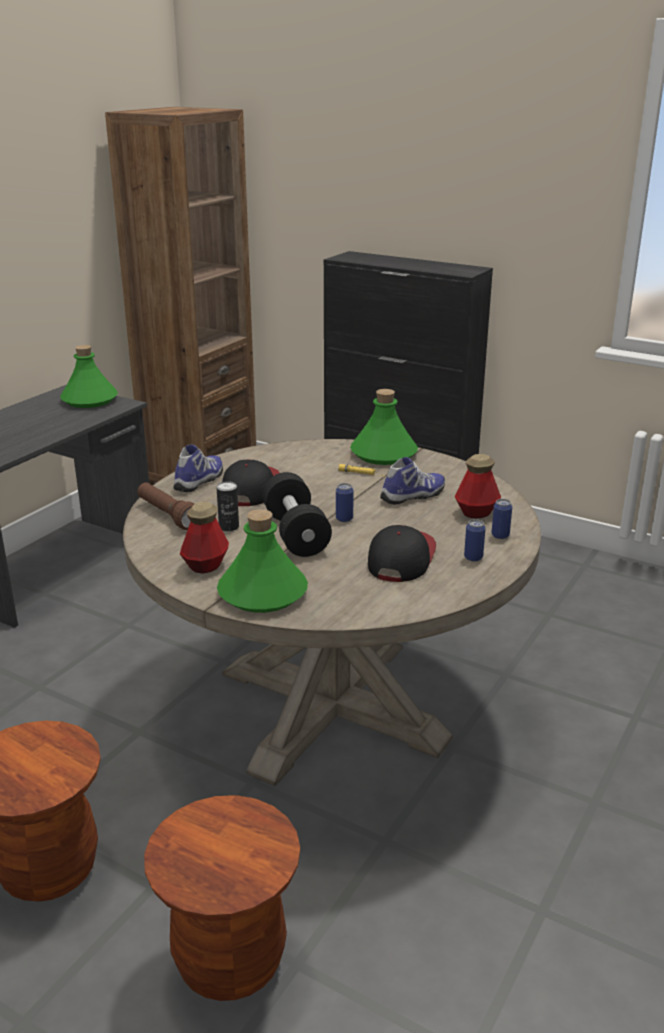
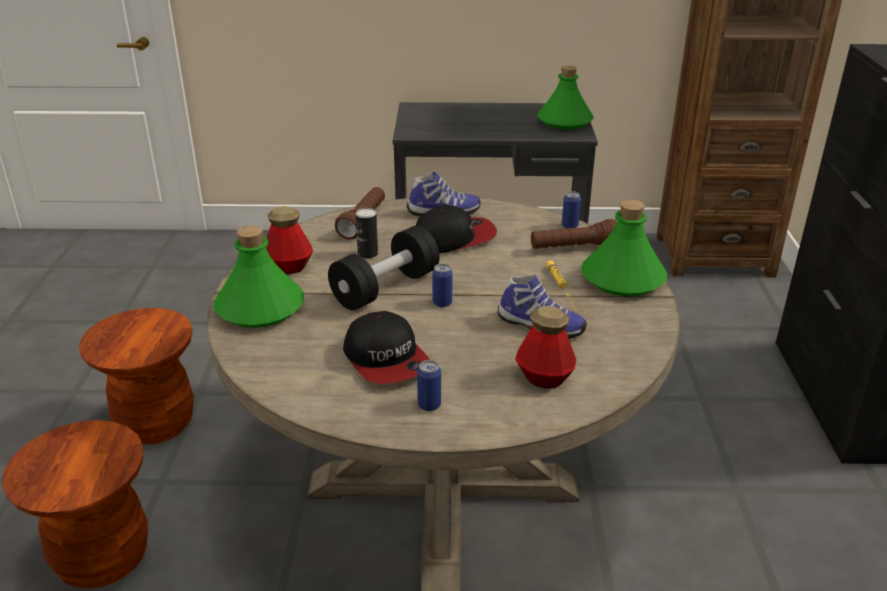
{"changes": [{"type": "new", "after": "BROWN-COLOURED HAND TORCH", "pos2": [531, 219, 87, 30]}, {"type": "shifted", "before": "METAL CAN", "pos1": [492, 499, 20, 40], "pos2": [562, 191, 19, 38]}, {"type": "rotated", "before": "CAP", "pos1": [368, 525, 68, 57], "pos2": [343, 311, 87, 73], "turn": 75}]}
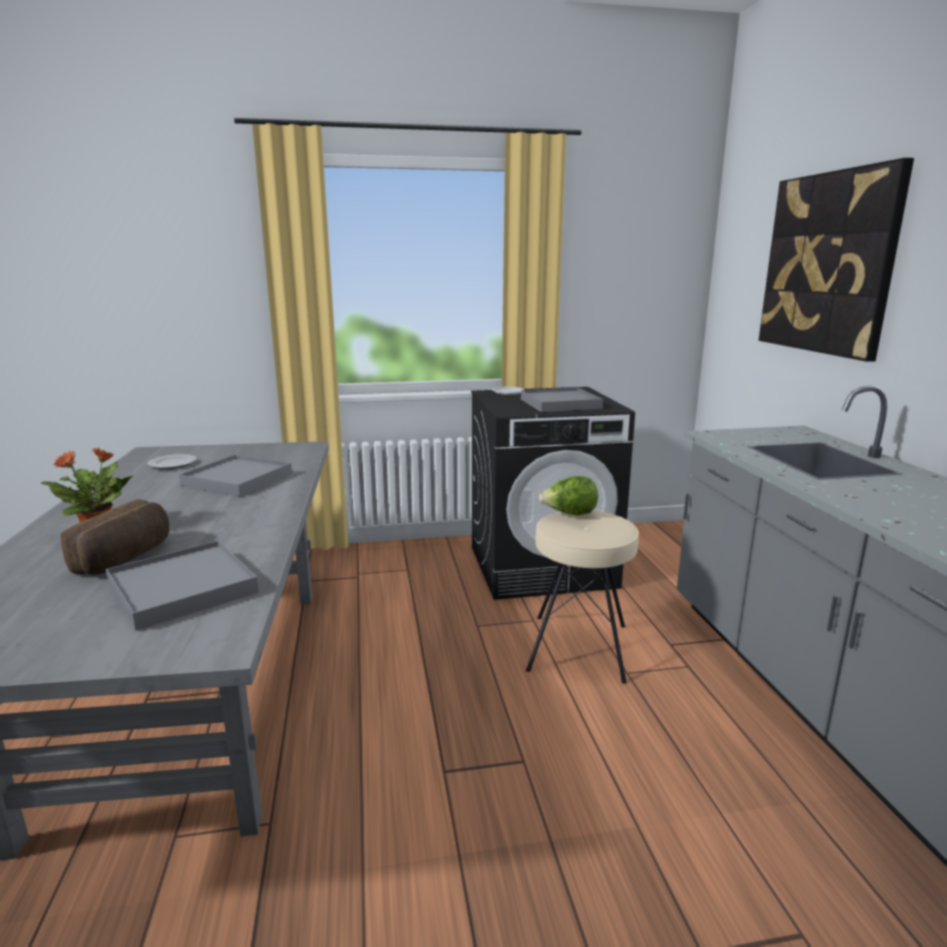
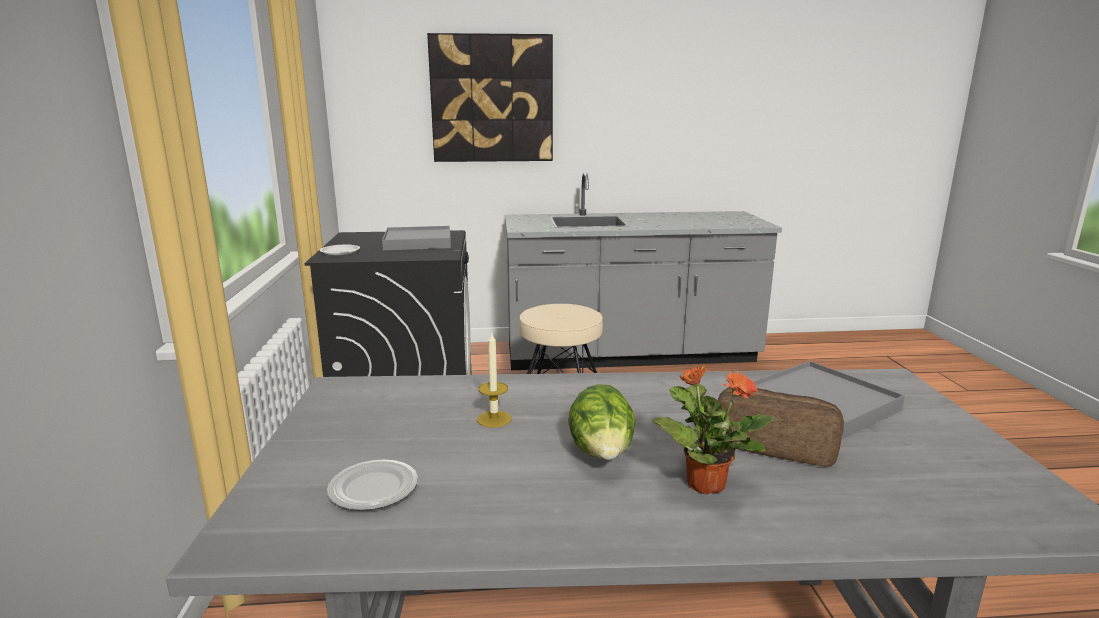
{"changes": [{"type": "shifted", "before": "LETTUCE HEAD", "pos1": [539, 476, 59, 39], "pos2": [569, 384, 67, 76]}, {"type": "swapped", "before": "GREYISH TRAY", "after": "CANDLE", "pos1": [179, 455, 113, 42], "pos2": [477, 333, 34, 95]}]}
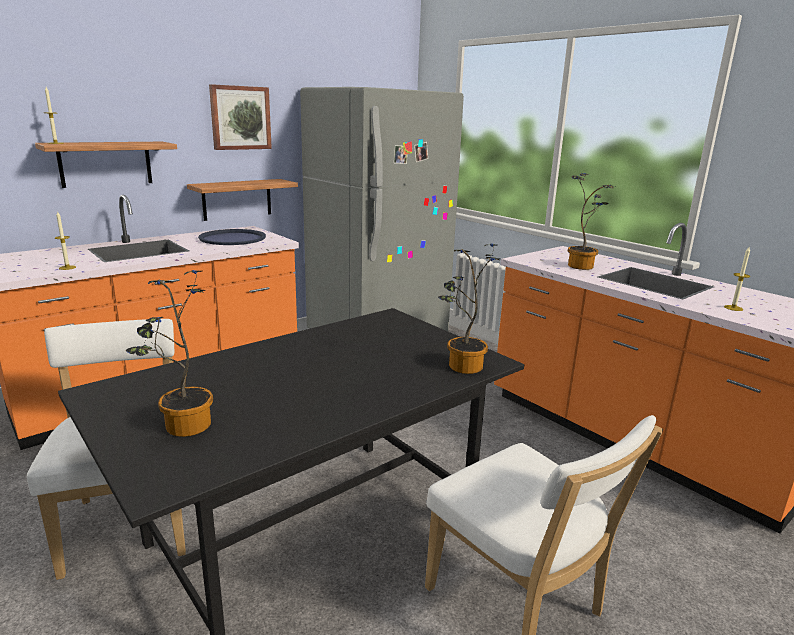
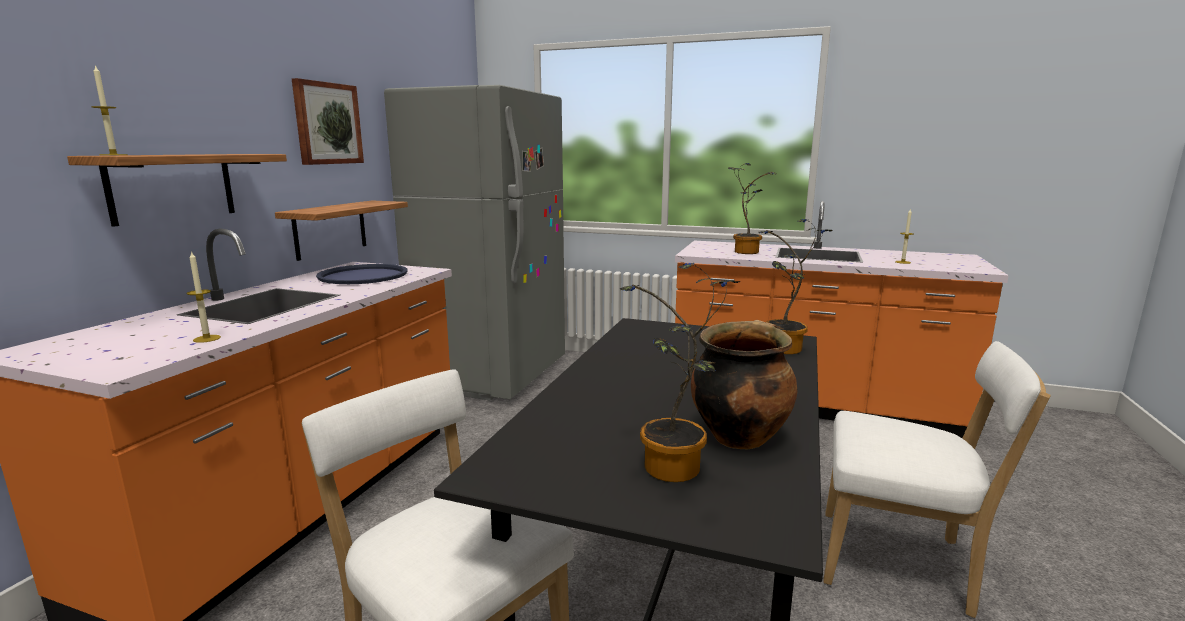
{"changes": [{"type": "new", "after": "STOCKPOT", "pos2": [691, 320, 106, 129]}]}
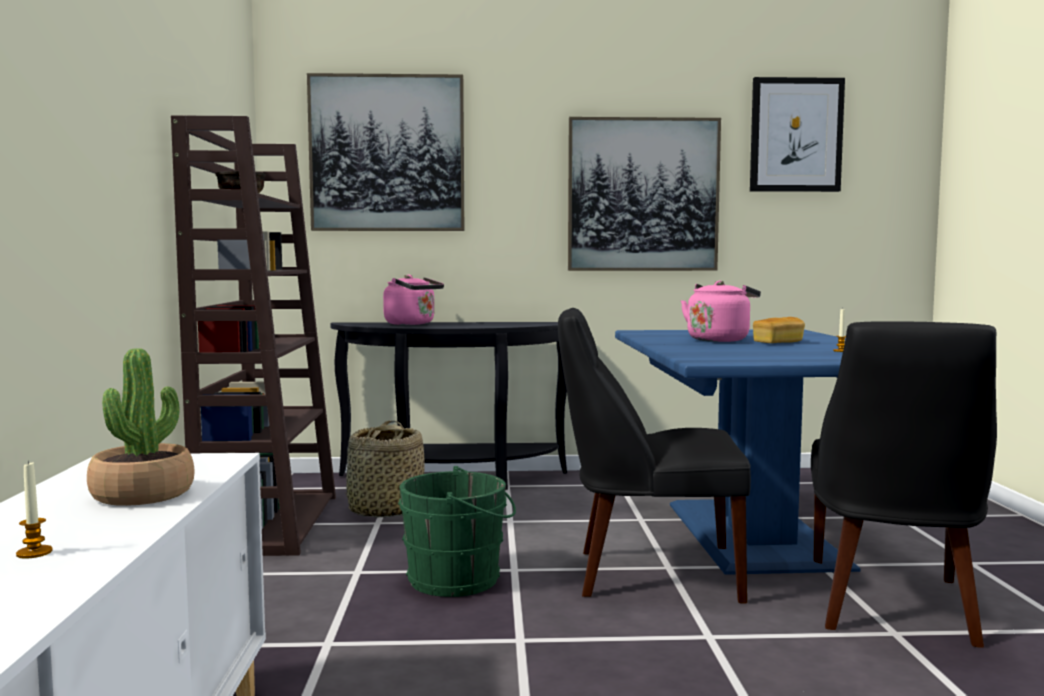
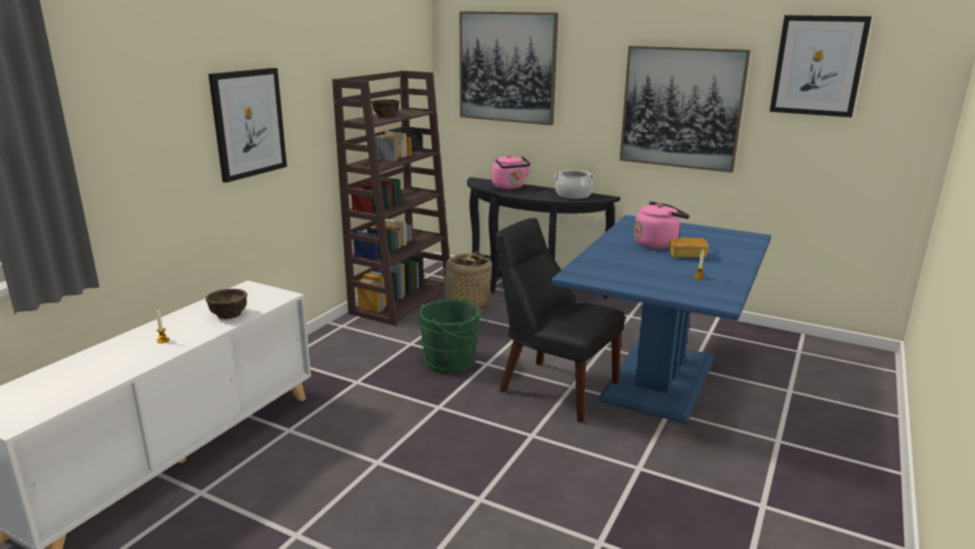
{"changes": [{"type": "gone", "before": "BLACK-COLOURED CHAIR", "pos1": [811, 321, 186, 327]}, {"type": "new", "after": "WALL ART", "pos2": [208, 68, 79, 115]}, {"type": "new", "after": "STOCKPOT", "pos2": [554, 170, 42, 29]}, {"type": "swapped", "before": "PLANT IN A POT", "after": "BROWN-COLOURED SERVING BOWL", "pos1": [87, 348, 108, 158], "pos2": [206, 289, 41, 30]}]}
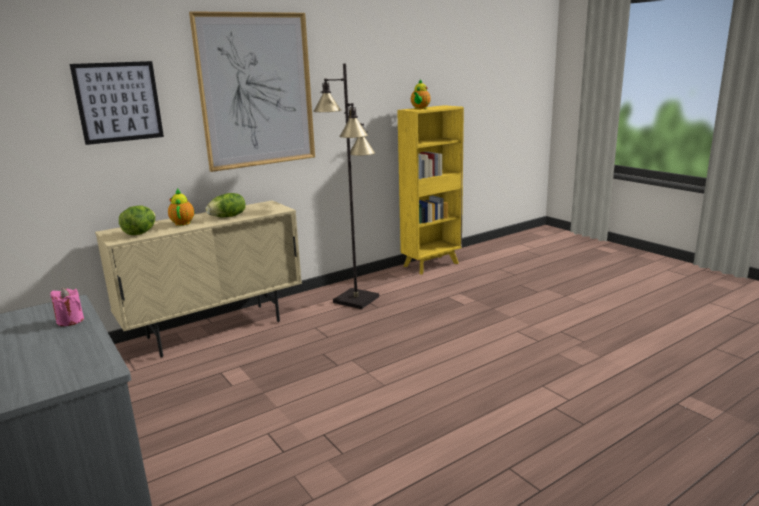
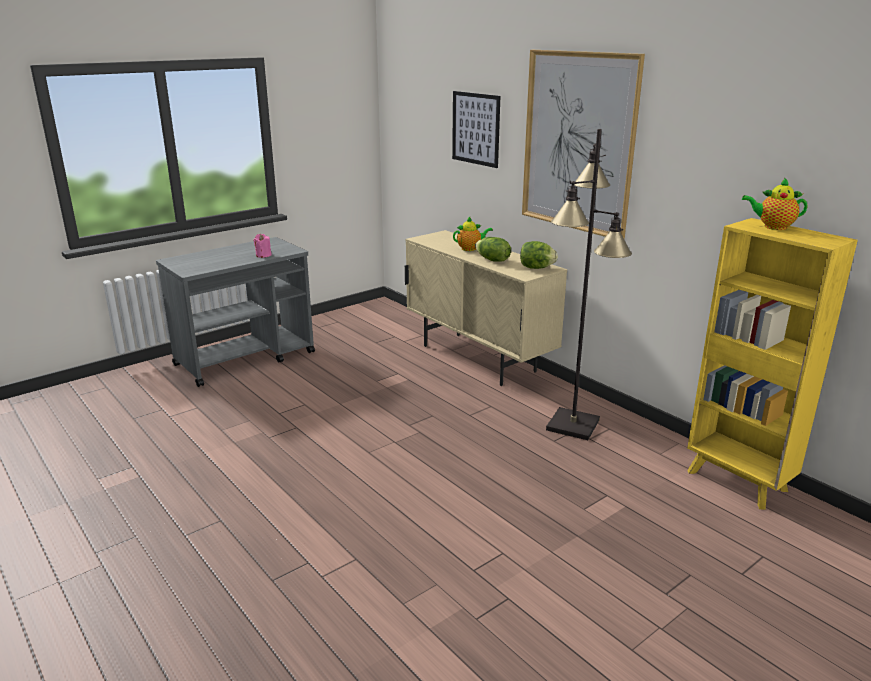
{"changes": [{"type": "shifted", "before": "LETTUCE HEAD", "pos1": [119, 205, 37, 30], "pos2": [520, 241, 38, 28]}]}
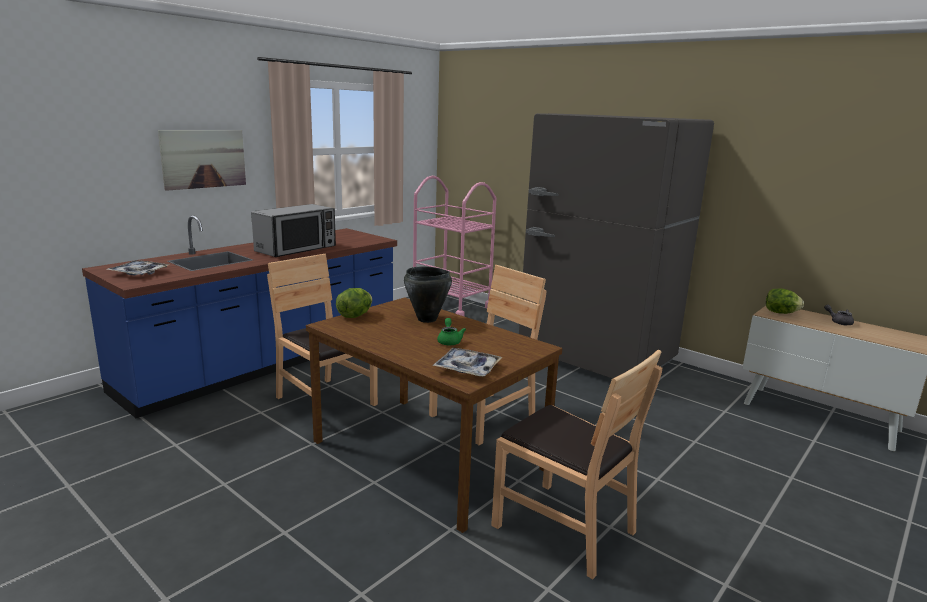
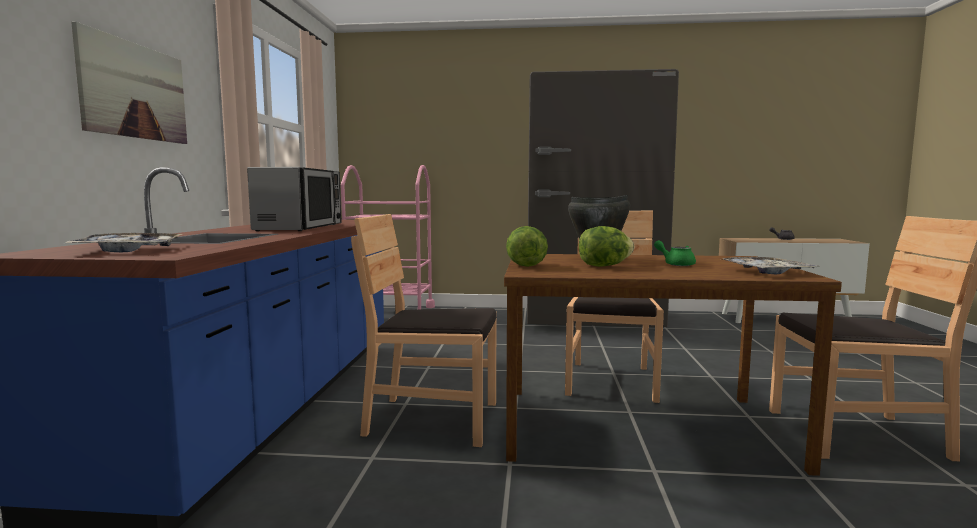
{"changes": [{"type": "shifted", "before": "LETTUCE HEAD", "pos1": [766, 289, 38, 25], "pos2": [579, 226, 55, 41]}]}
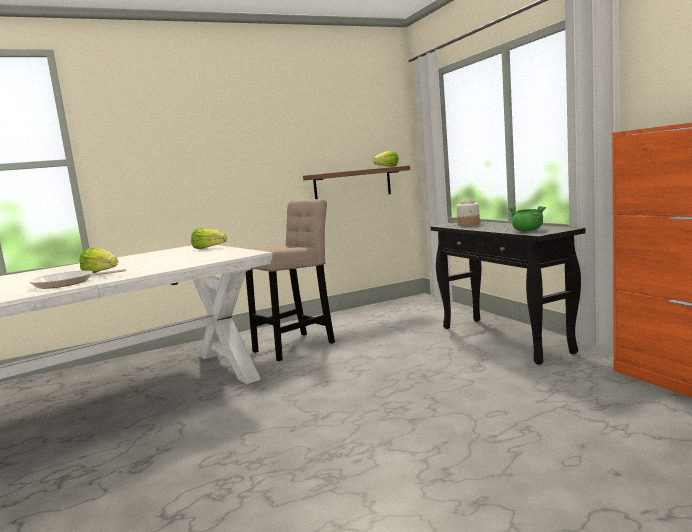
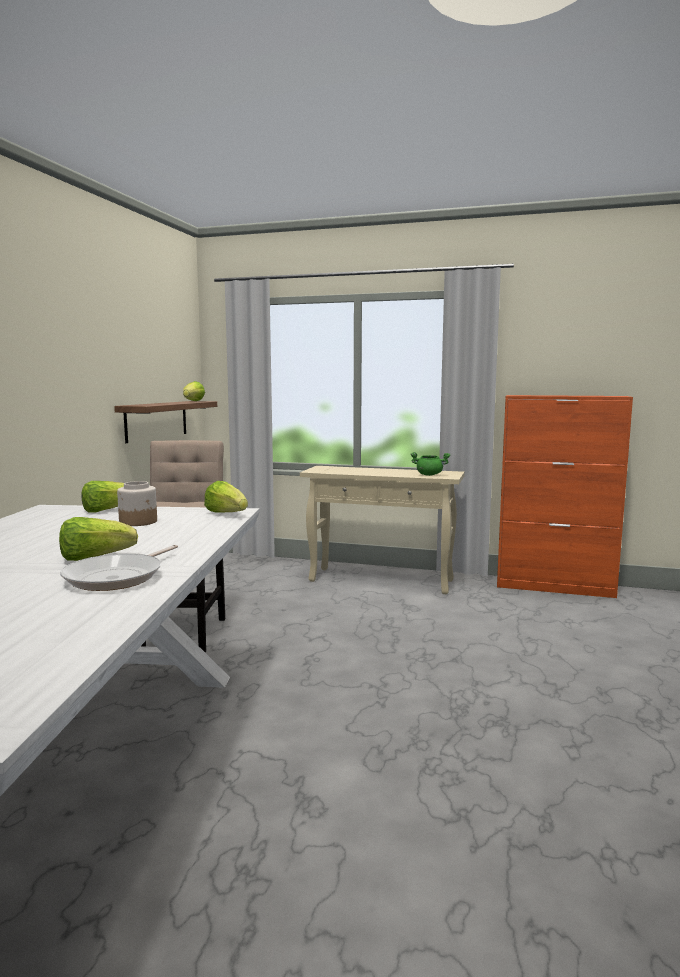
{"changes": [{"type": "new", "after": "LETTUCE HEAD", "pos2": [204, 481, 44, 32]}, {"type": "shifted", "before": "JAR", "pos1": [457, 200, 23, 26], "pos2": [117, 481, 40, 45]}, {"type": "repainted", "before": "BLACK-COLOURED NARROW TABLE", "after": "BEIGE NARROW TABLE", "pos1": [431, 221, 155, 144], "pos2": [300, 466, 165, 128]}]}
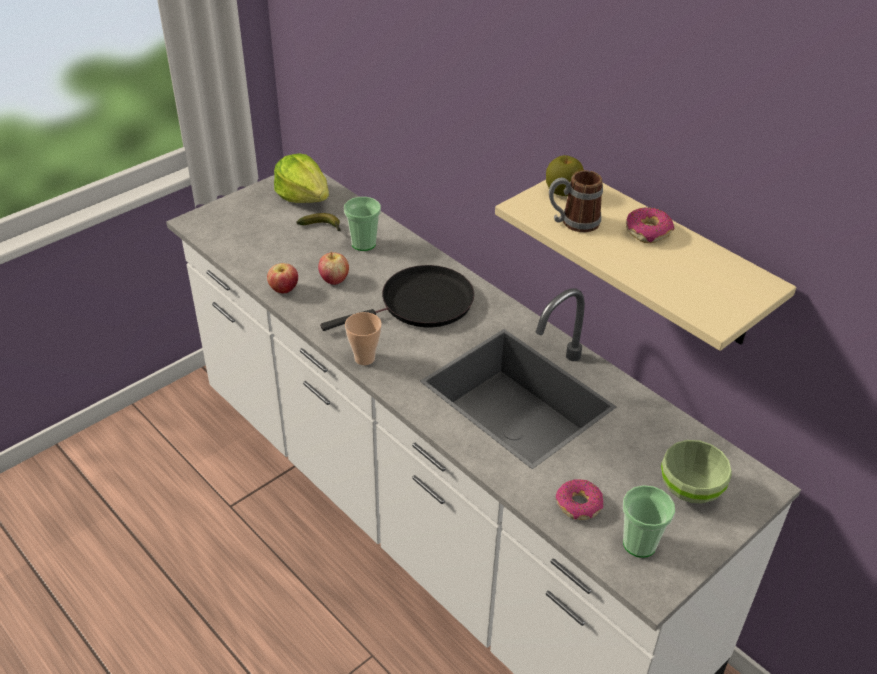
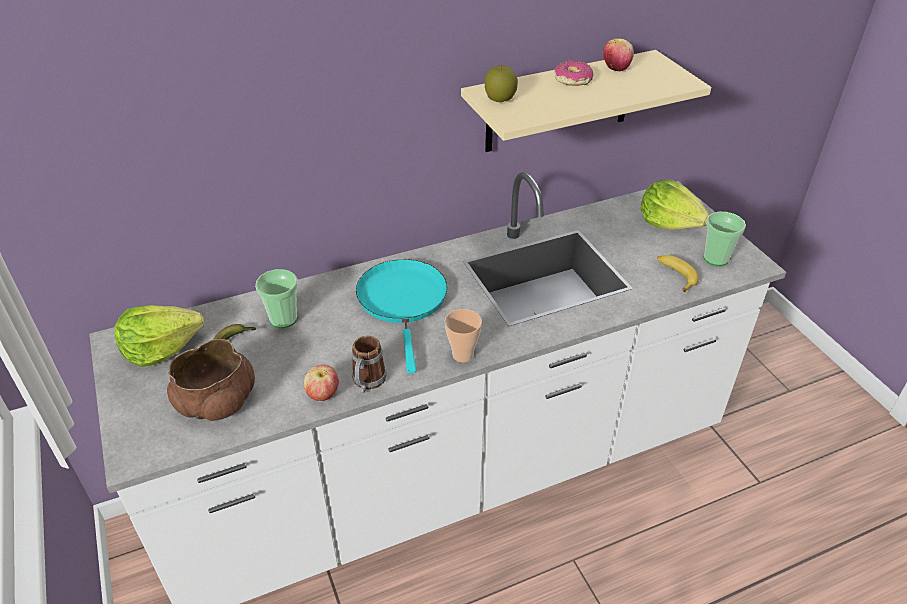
{"changes": [{"type": "new", "after": "BROWN-COLOURED SERVING BOWL", "pos2": [167, 339, 88, 82]}, {"type": "shifted", "before": "APPLE FRUIT", "pos1": [318, 251, 31, 34], "pos2": [603, 38, 31, 33]}, {"type": "shifted", "before": "TEA MUG", "pos1": [549, 170, 54, 62], "pos2": [352, 336, 35, 57]}, {"type": "swapped", "before": "DOUGHNUT", "after": "WHOLE BANANA", "pos1": [556, 479, 47, 41], "pos2": [657, 255, 42, 37]}, {"type": "swapped", "before": "GREEN-COLOURED SERVING BOWL", "after": "LETTUCE HEAD", "pos1": [661, 440, 71, 63], "pos2": [641, 179, 68, 50]}, {"type": "repainted", "before": "BLACK-COLOURED SKILLET", "after": "TURQUOISE SKILLET", "pos1": [320, 265, 154, 66], "pos2": [356, 259, 91, 114]}]}
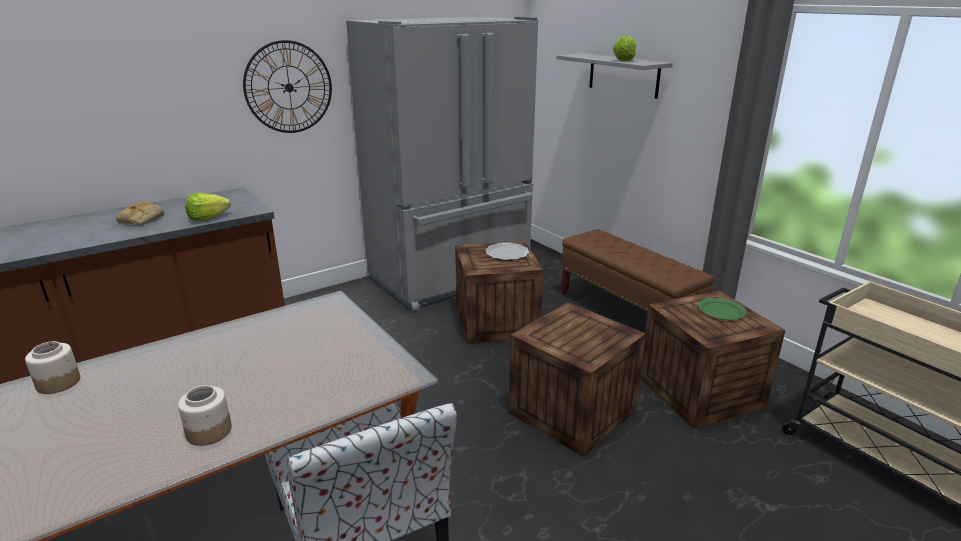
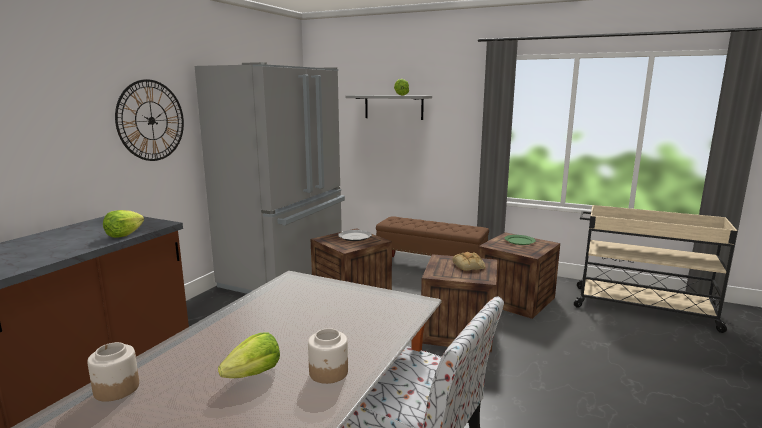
{"changes": [{"type": "new", "after": "LETTUCE HEAD", "pos2": [218, 332, 62, 46]}, {"type": "shifted", "before": "BAKERY BREAD", "pos1": [116, 201, 48, 24], "pos2": [452, 252, 33, 19]}]}
